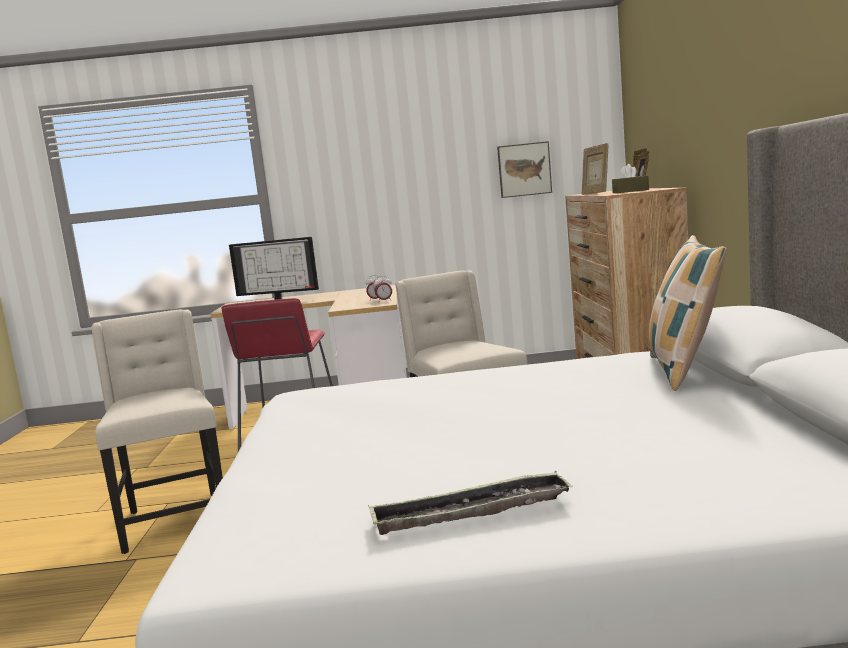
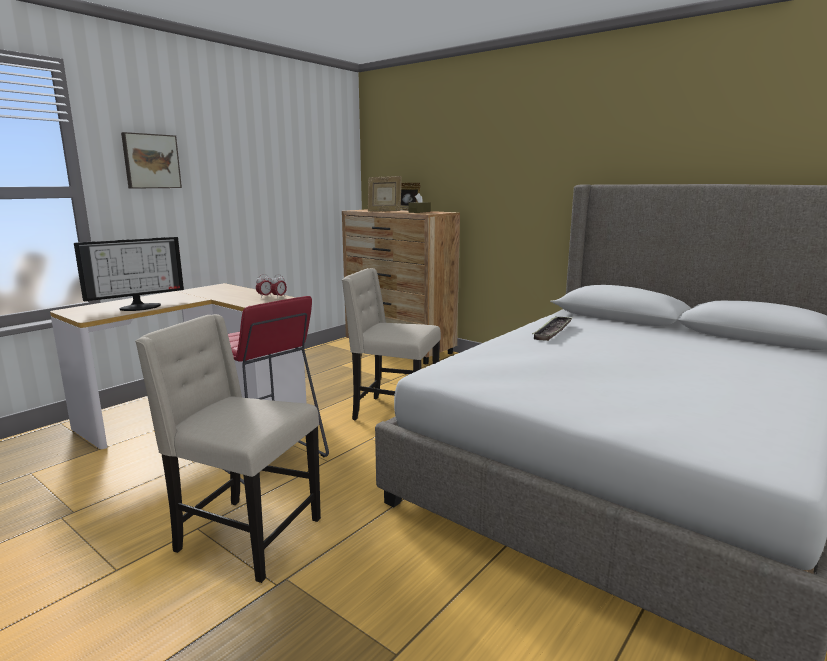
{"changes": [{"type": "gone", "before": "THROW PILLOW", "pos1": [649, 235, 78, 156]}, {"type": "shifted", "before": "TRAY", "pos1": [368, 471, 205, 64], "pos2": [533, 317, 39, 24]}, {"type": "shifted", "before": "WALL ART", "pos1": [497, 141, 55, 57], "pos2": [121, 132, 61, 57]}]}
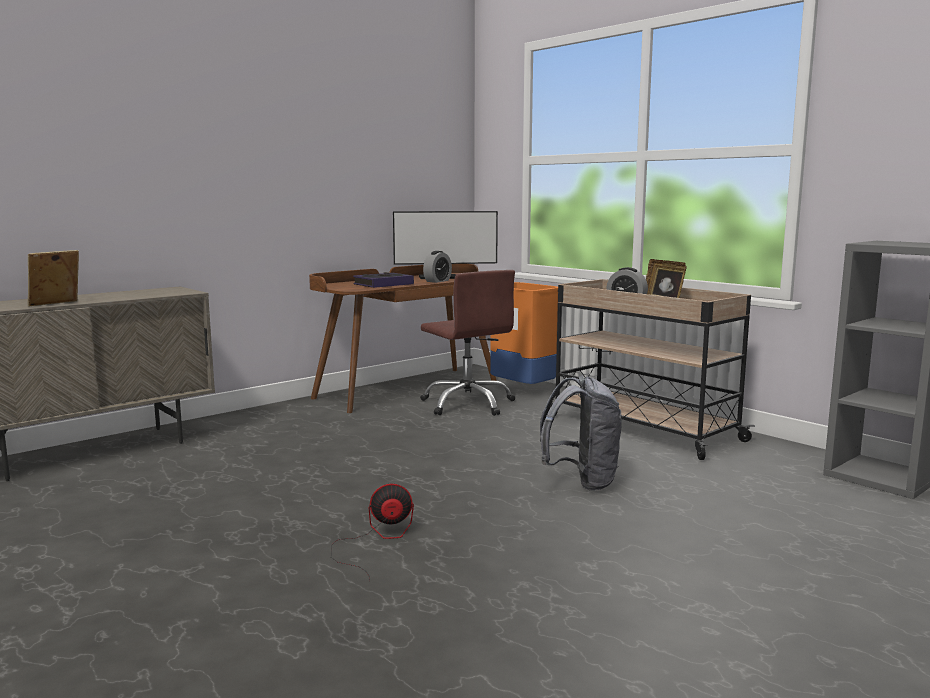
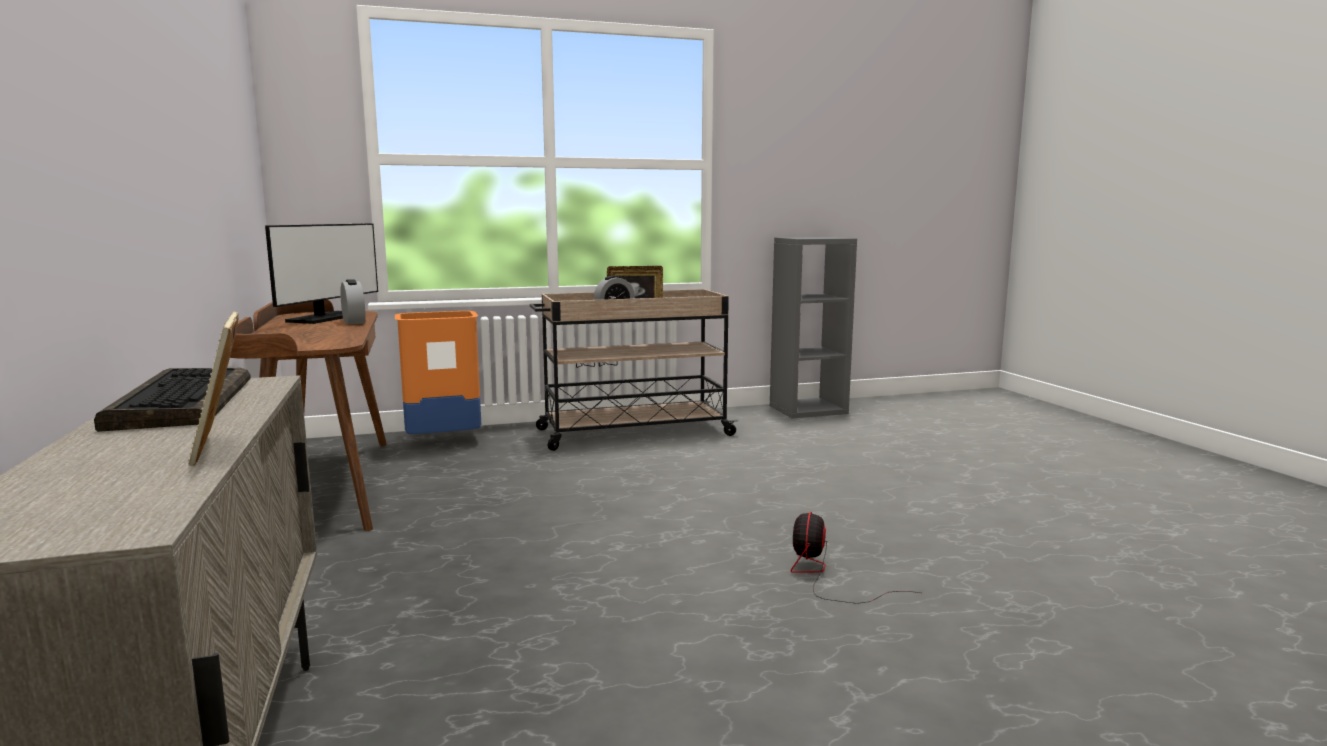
{"changes": [{"type": "gone", "before": "BOUND BOOK", "pos1": [353, 272, 61, 16]}, {"type": "gone", "before": "BROWN-COLOURED OFFICE CHAIR", "pos1": [420, 270, 95, 146]}, {"type": "gone", "before": "GREYISH KNAPSACK", "pos1": [540, 375, 82, 116]}, {"type": "new", "after": "KEYBOARD", "pos2": [94, 368, 157, 64]}]}
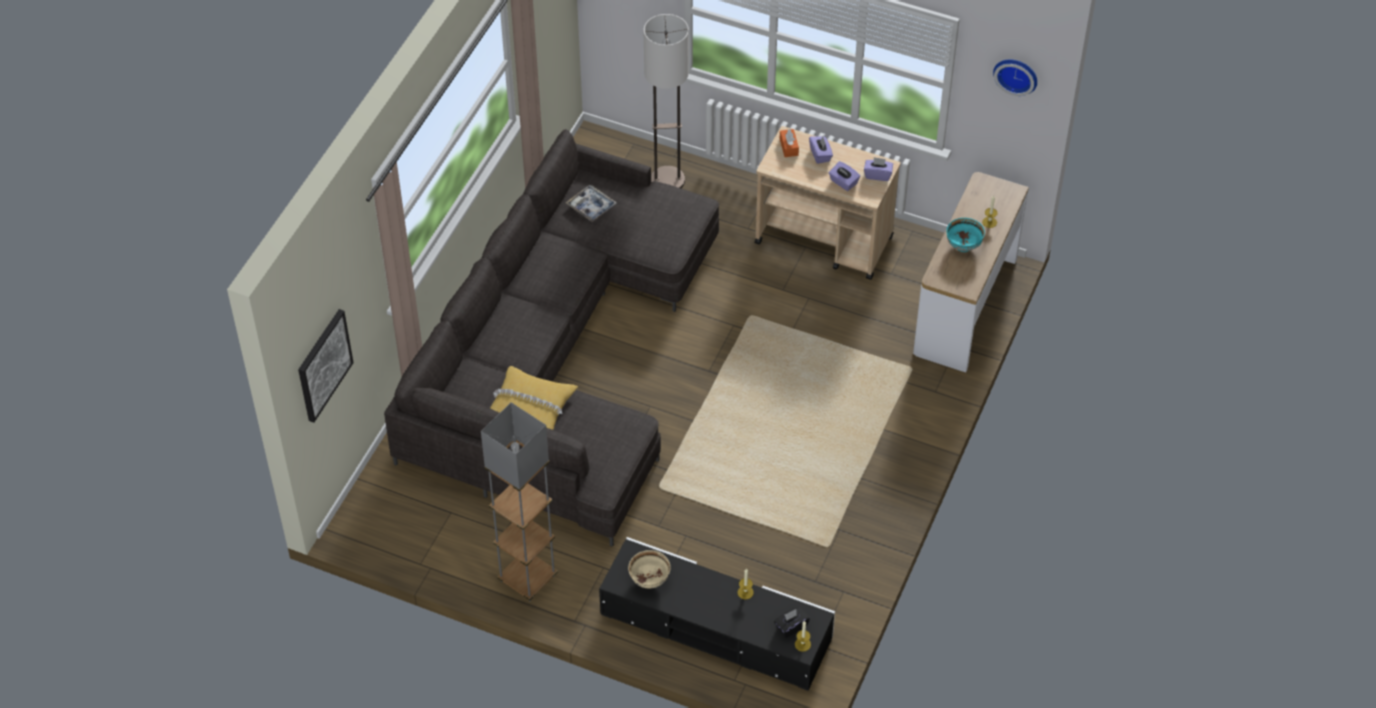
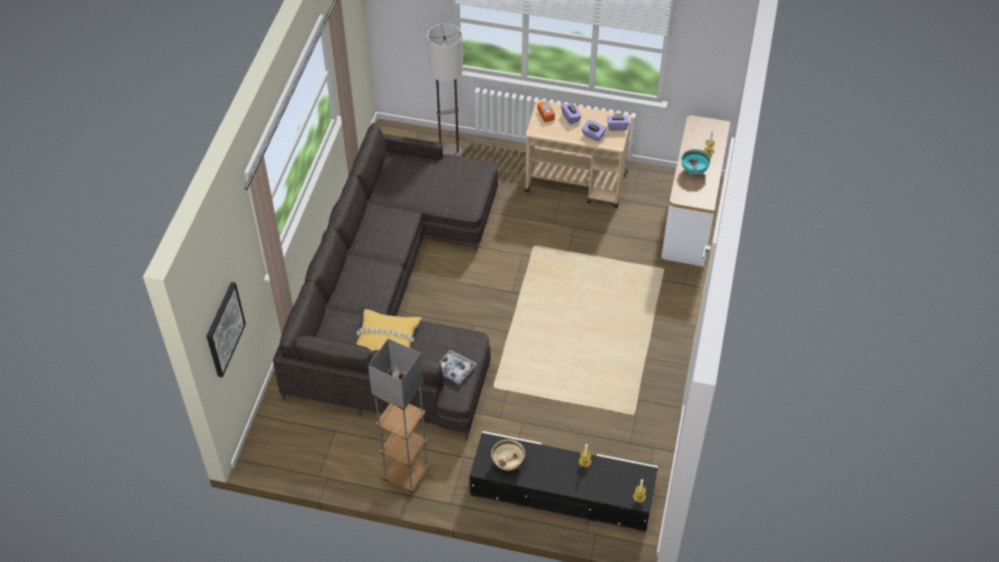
{"changes": [{"type": "gone", "before": "BLACK-COLOURED BOX OF TISSUES", "pos1": [774, 607, 36, 31]}, {"type": "gone", "before": "CLOCK ON THE WALL", "pos1": [993, 59, 44, 37]}, {"type": "shifted", "before": "TRAY", "pos1": [566, 185, 50, 37], "pos2": [439, 350, 37, 35]}]}
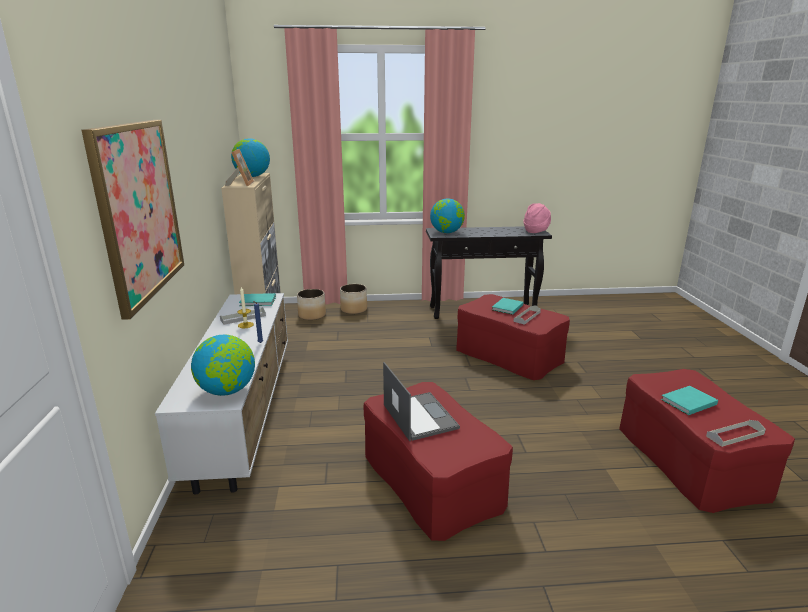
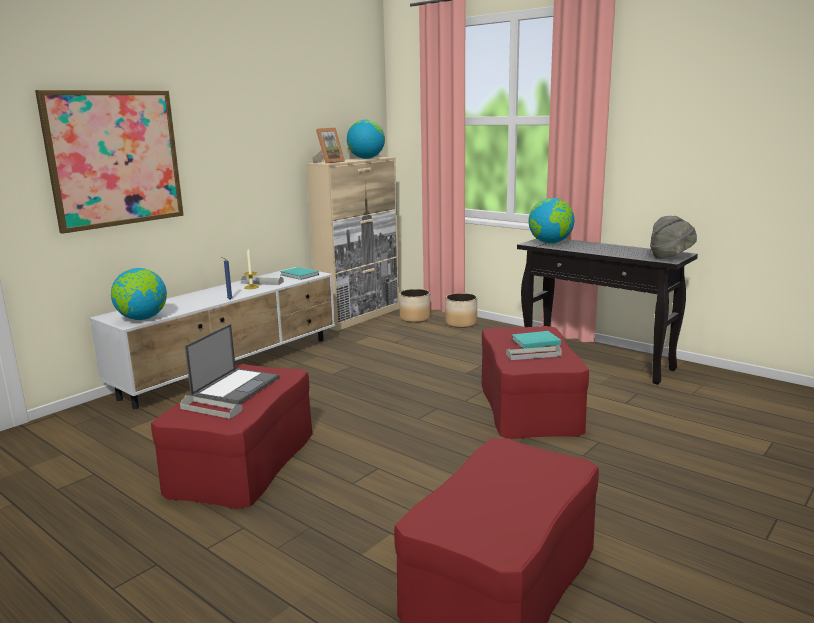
{"changes": [{"type": "gone", "before": "TURQUOISE BOUND BOOK", "pos1": [661, 386, 57, 29]}, {"type": "shifted", "before": "GREYISH TRAY", "pos1": [706, 420, 60, 27], "pos2": [180, 395, 63, 24]}, {"type": "repainted", "before": "PINK-COLOURED HAT", "after": "GREYISH HAT", "pos1": [523, 203, 28, 30], "pos2": [650, 216, 47, 43]}]}
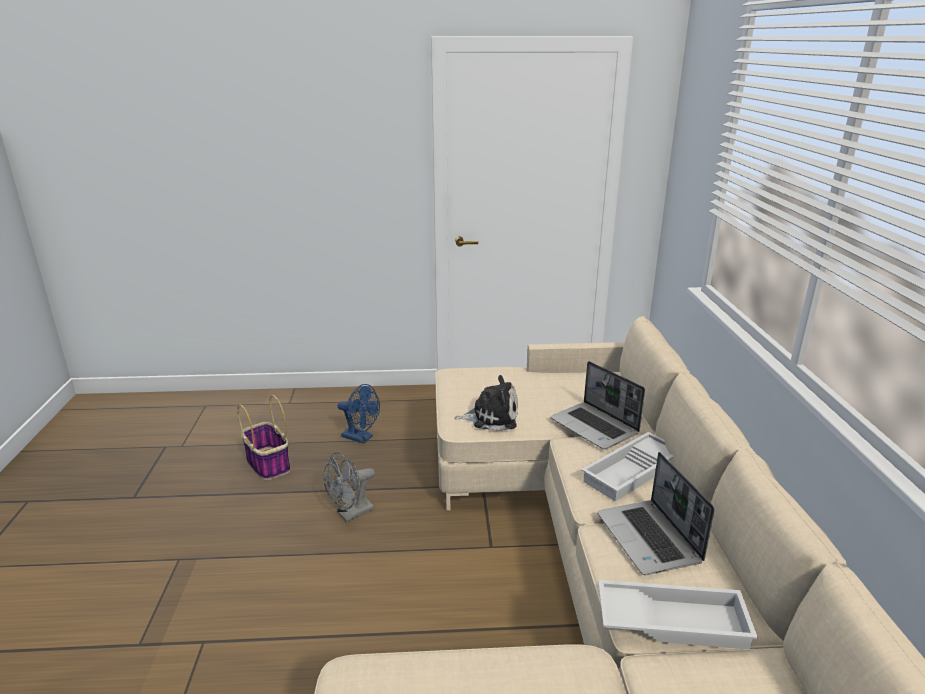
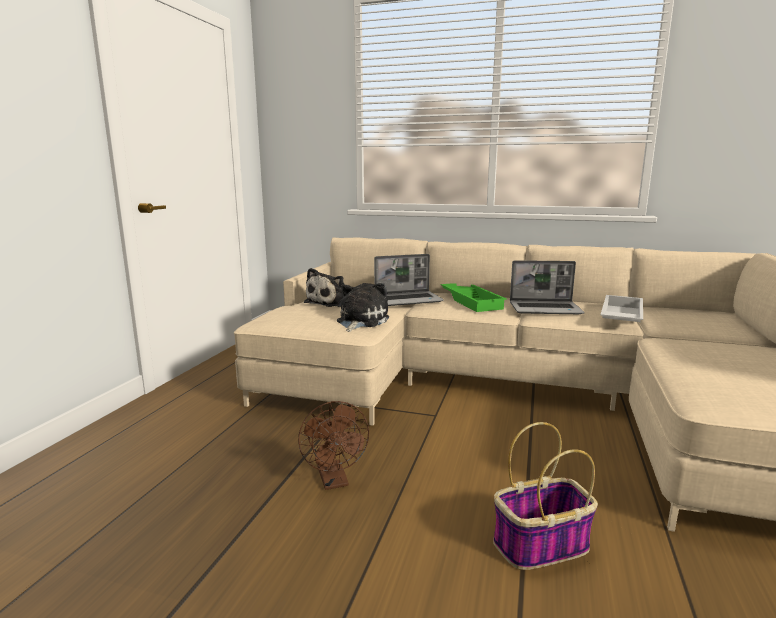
{"changes": [{"type": "gone", "before": "BLUE-COLOURED FAN", "pos1": [338, 384, 42, 60]}, {"type": "new", "after": "PLUSH TOY", "pos2": [304, 268, 41, 39]}, {"type": "shifted", "before": "BASKET", "pos1": [237, 395, 54, 85], "pos2": [493, 422, 105, 148]}, {"type": "repainted", "before": "GREYISH FAN", "after": "BROWN-COLOURED FAN", "pos1": [324, 452, 51, 70], "pos2": [298, 401, 71, 89]}, {"type": "repainted", "before": "WHITE TRAY", "after": "GREEN-COLOURED TRAY", "pos1": [581, 432, 92, 69], "pos2": [441, 283, 66, 29]}]}
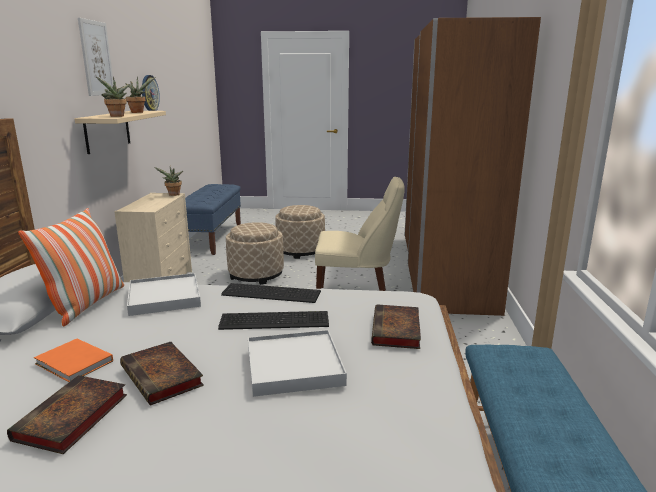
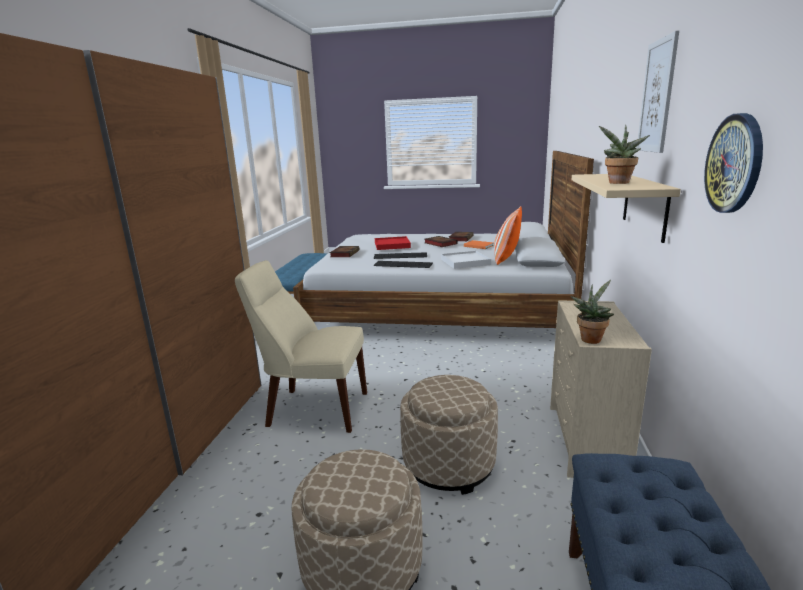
{"changes": [{"type": "gone", "before": "PLANT IN A POT", "pos1": [96, 77, 34, 40]}, {"type": "repainted", "before": "WHITE TRAY", "after": "RED-COLOURED TRAY", "pos1": [248, 330, 99, 67], "pos2": [375, 236, 36, 14]}]}
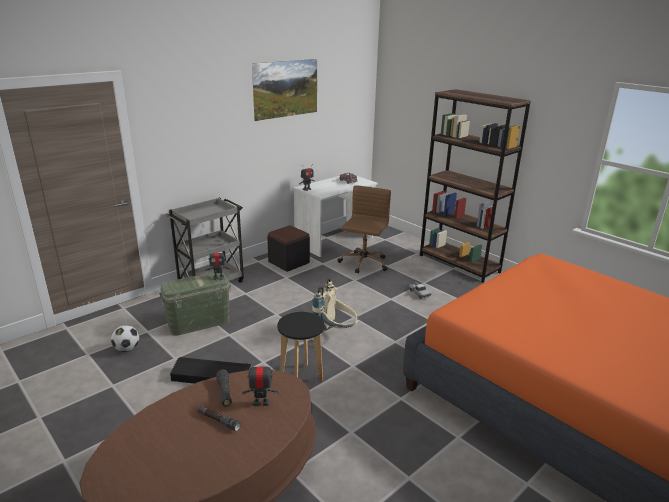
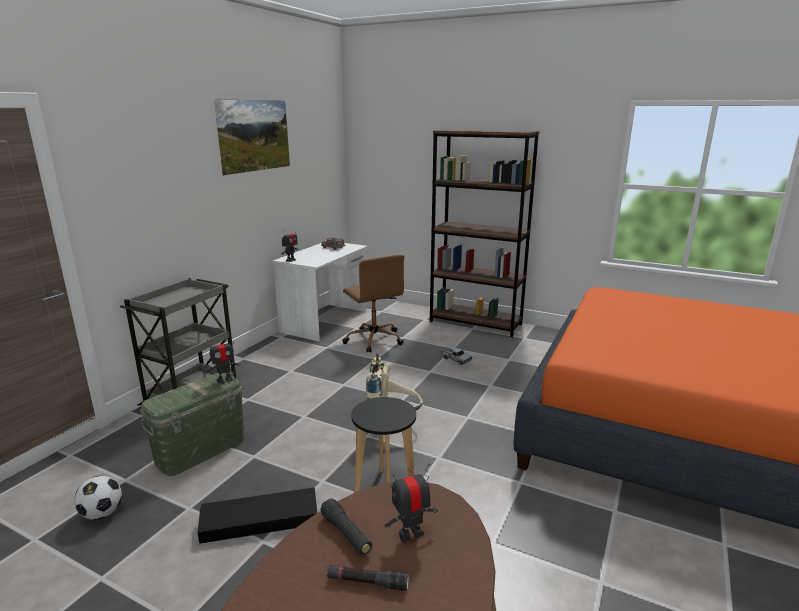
{"changes": [{"type": "gone", "before": "BLACK-COLOURED OTTOMAN", "pos1": [267, 225, 43, 47]}, {"type": "rotated", "before": "BROWN-COLOURED OFFICE CHAIR", "pos1": [337, 185, 54, 88], "pos2": [342, 255, 62, 98], "turn": 150}]}
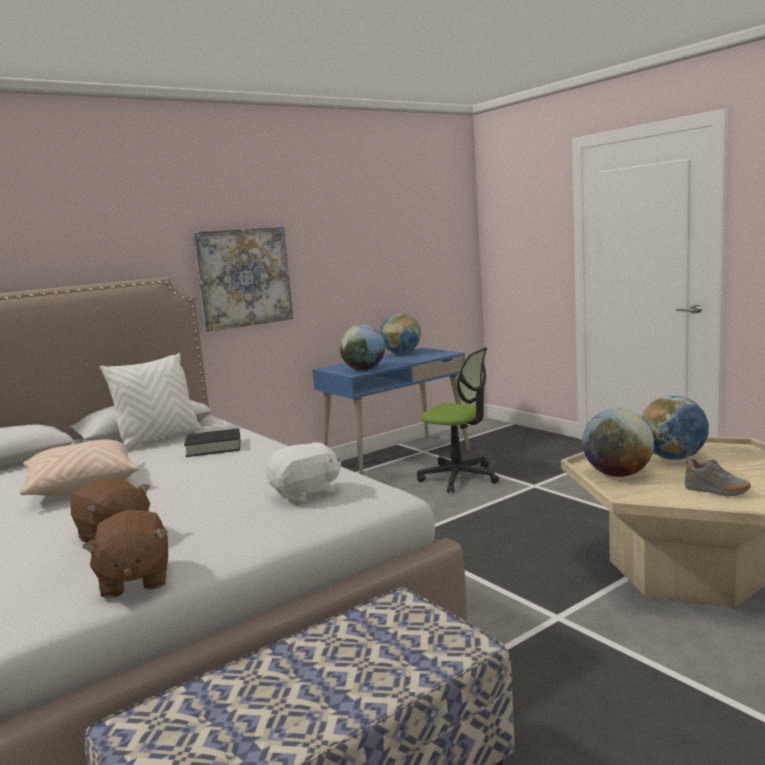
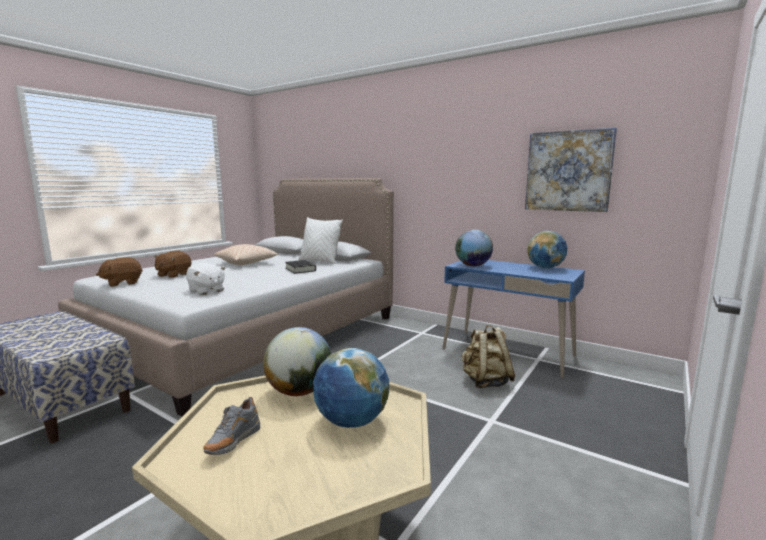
{"changes": [{"type": "shifted", "before": "WALL ART", "pos1": [193, 226, 100, 106], "pos2": [525, 127, 92, 85]}, {"type": "swapped", "before": "OFFICE CHAIR", "after": "BEIGE KNAPSACK", "pos1": [417, 347, 82, 146], "pos2": [462, 325, 53, 63]}]}
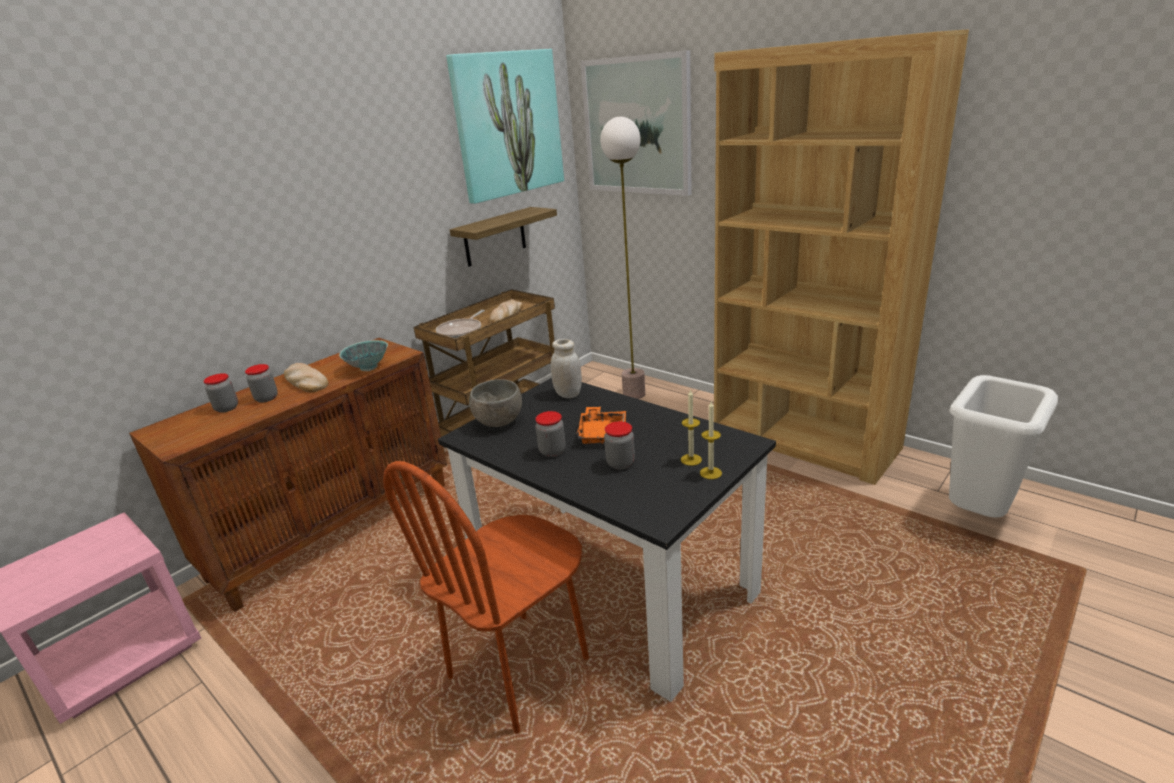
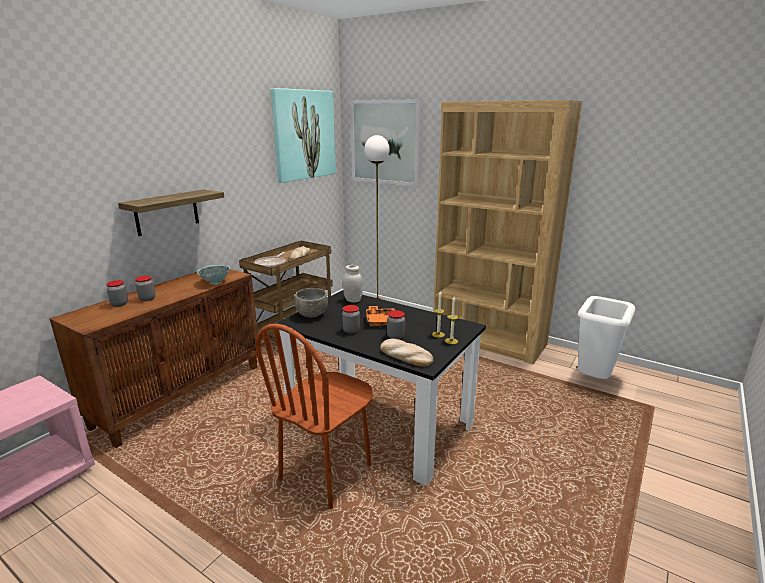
{"changes": [{"type": "shifted", "before": "BAKERY BREAD", "pos1": [284, 363, 45, 29], "pos2": [380, 339, 53, 28]}, {"type": "shifted", "before": "WALL SHELF", "pos1": [450, 207, 107, 60], "pos2": [118, 189, 106, 47]}]}
